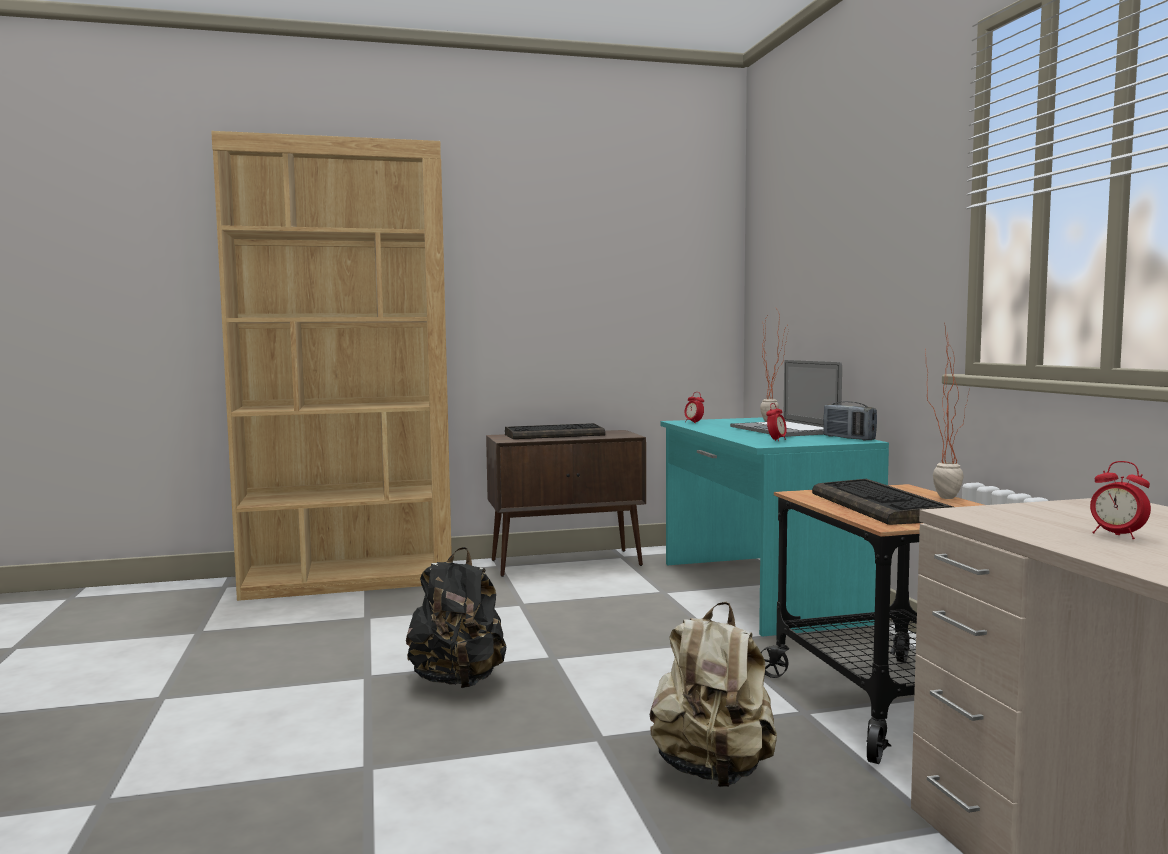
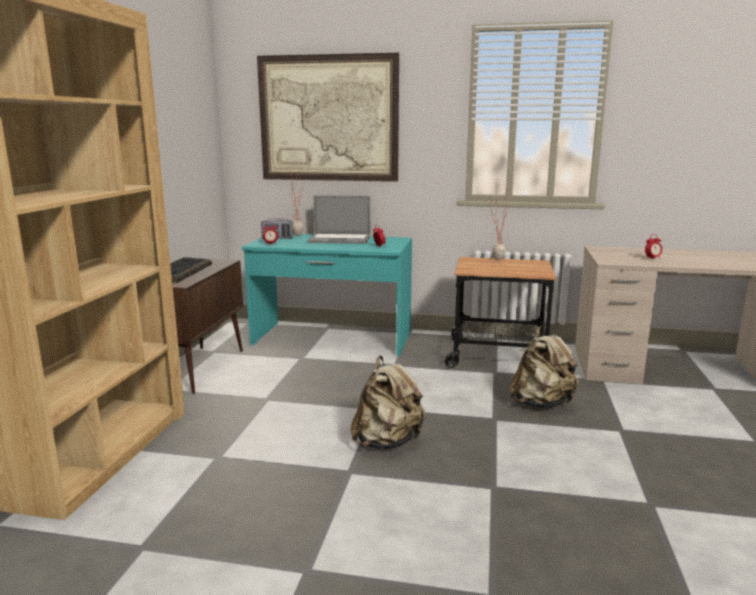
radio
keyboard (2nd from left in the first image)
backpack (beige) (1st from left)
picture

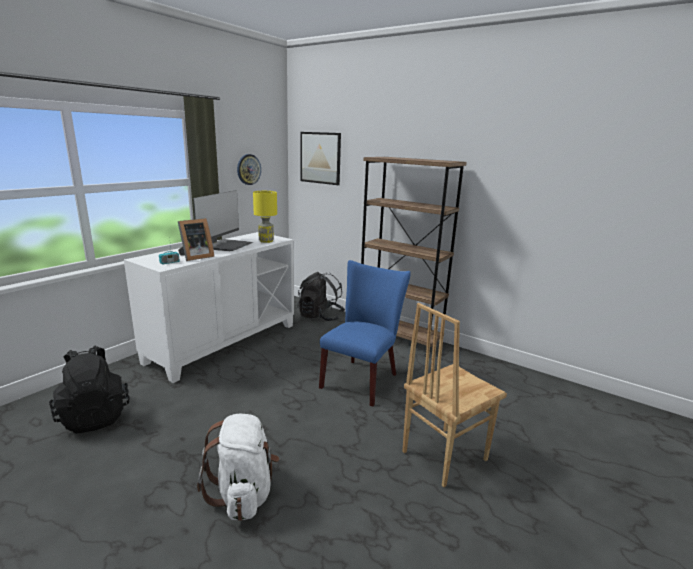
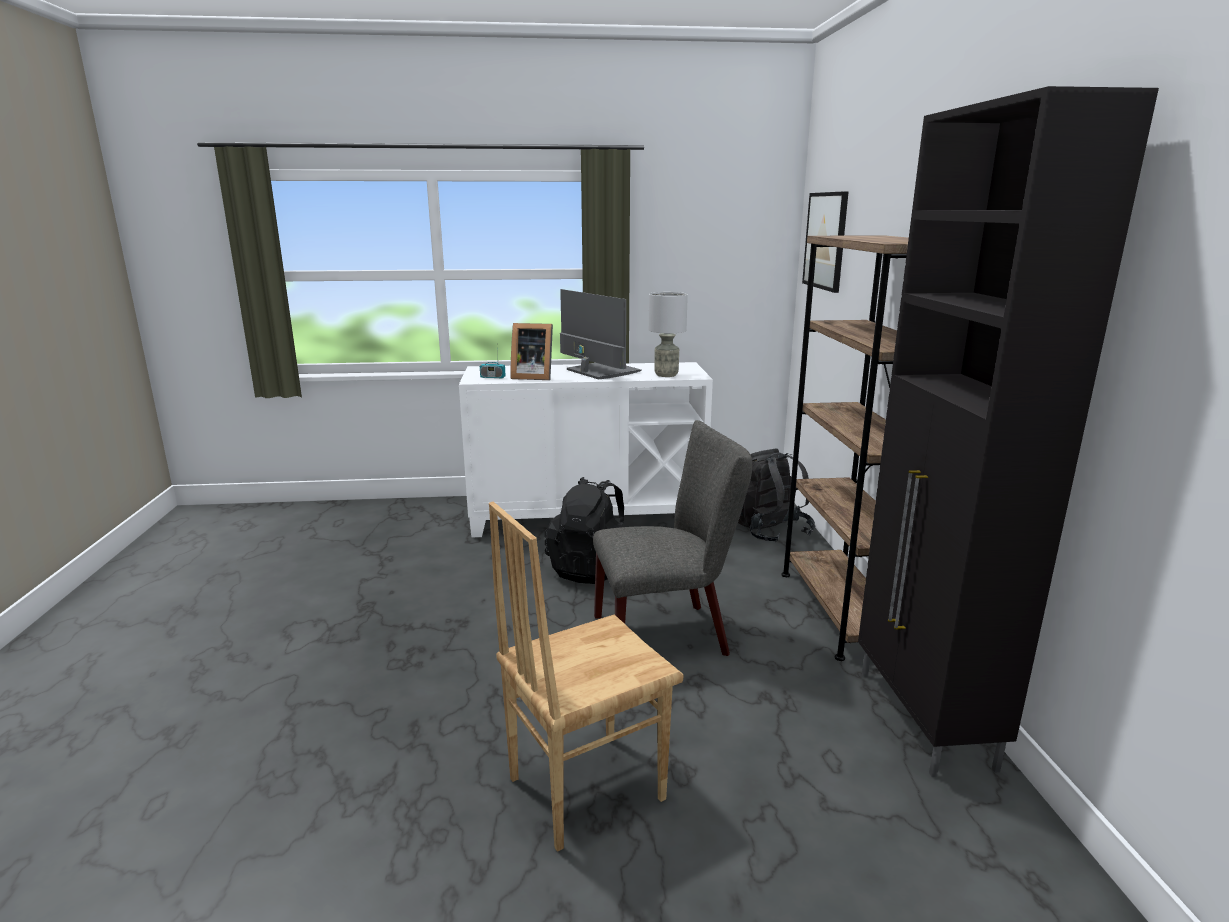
wall clock
monitor
table lamp (grey)
chair (grey)
chair (brown)
backpack (black) (1st from left)
backpack (white)
cabinet (black)

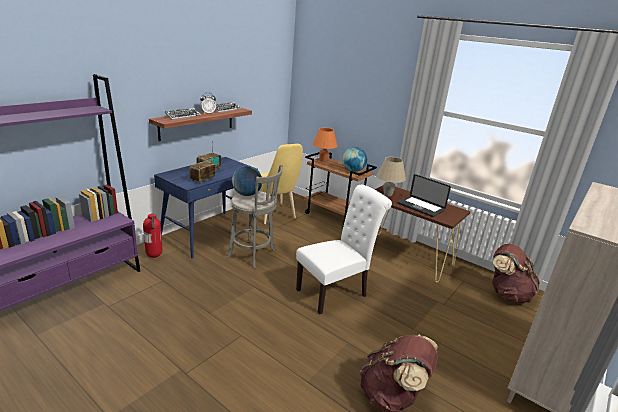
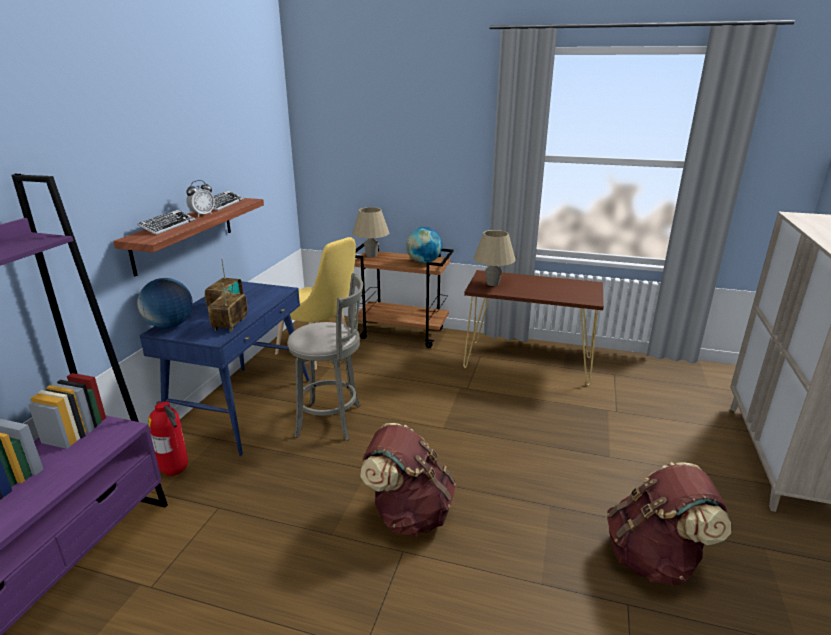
table lamp (beige) (1st from left)
globe (1st from left)
laptop
chair (white)
backpack (brown) (1st from left)

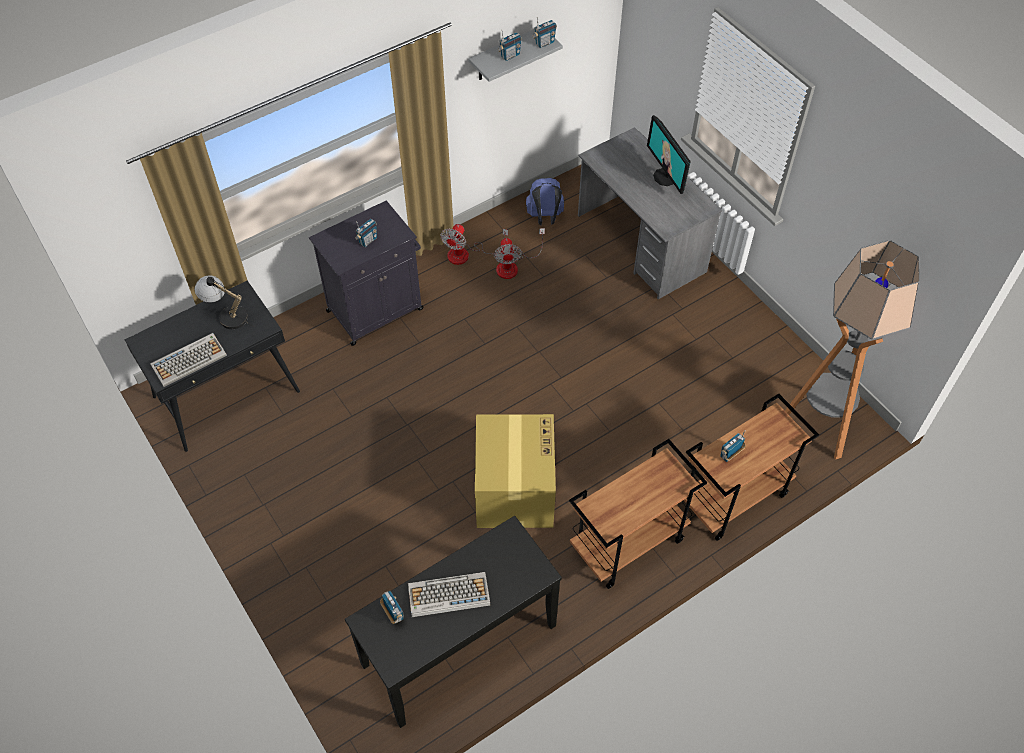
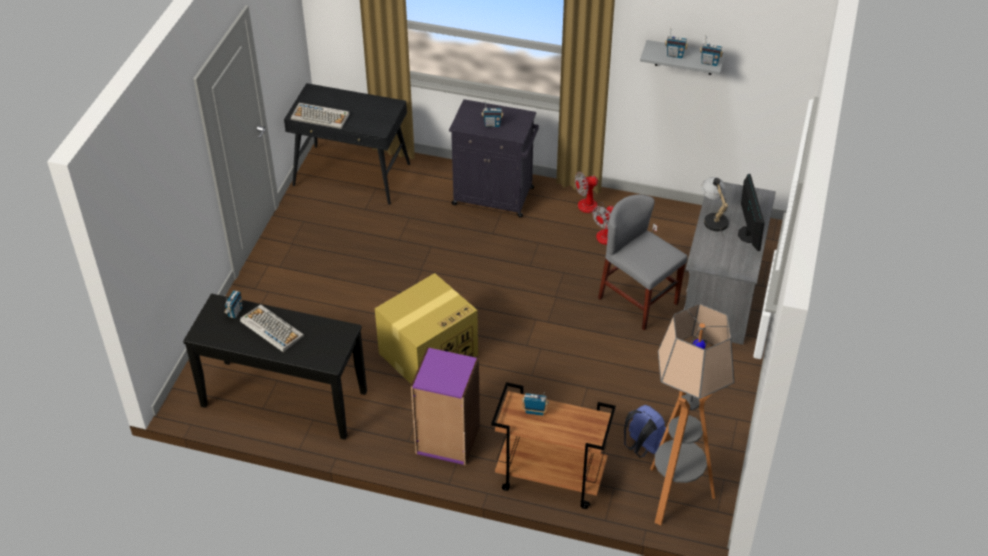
monitor
backpack (blue)
table lamp
bookcase (purple)
chair (grey)

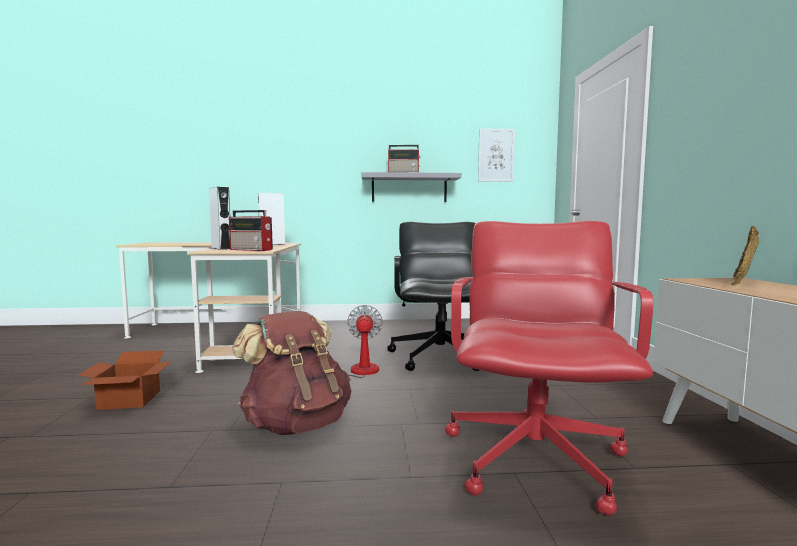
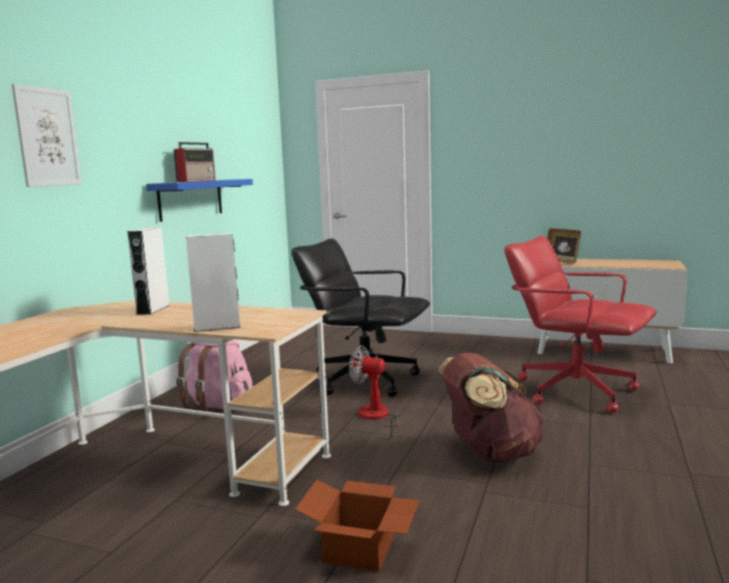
picture
shelf (blue)
radio (1st from left in the first image)
backpack (pink)

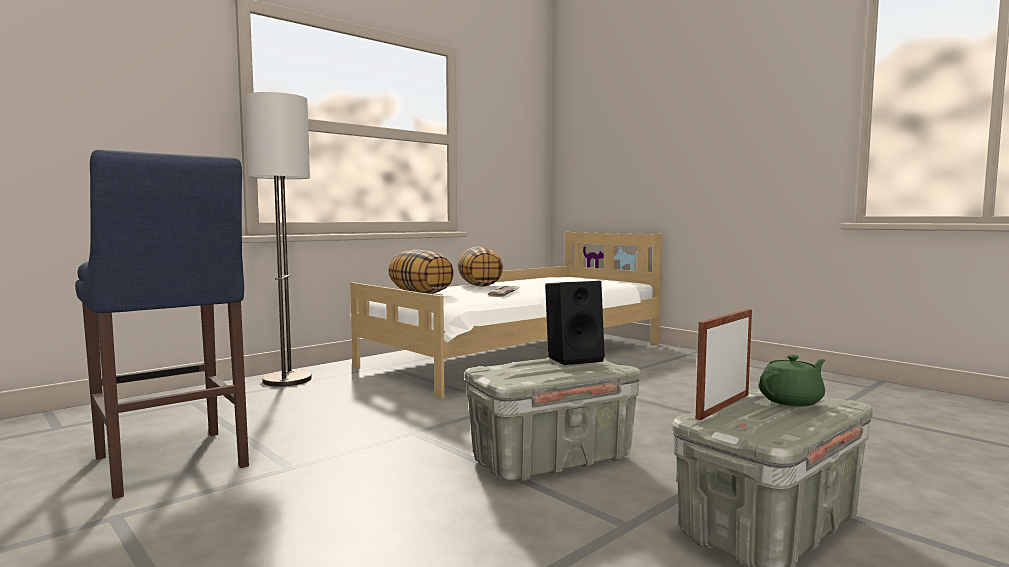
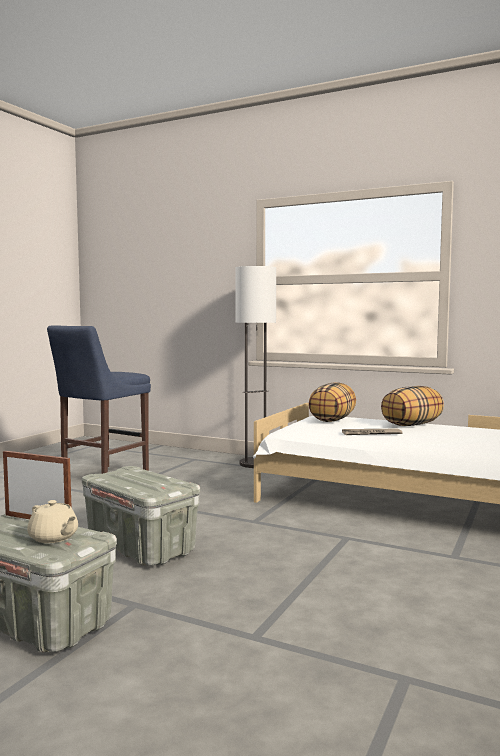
speaker (black)
teapot (beige)

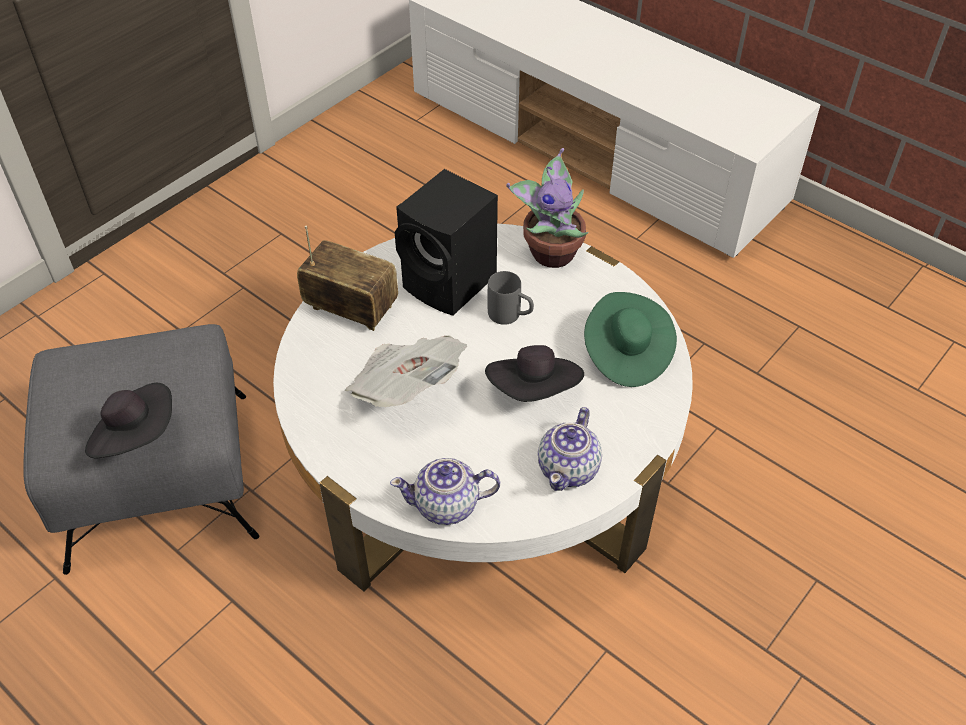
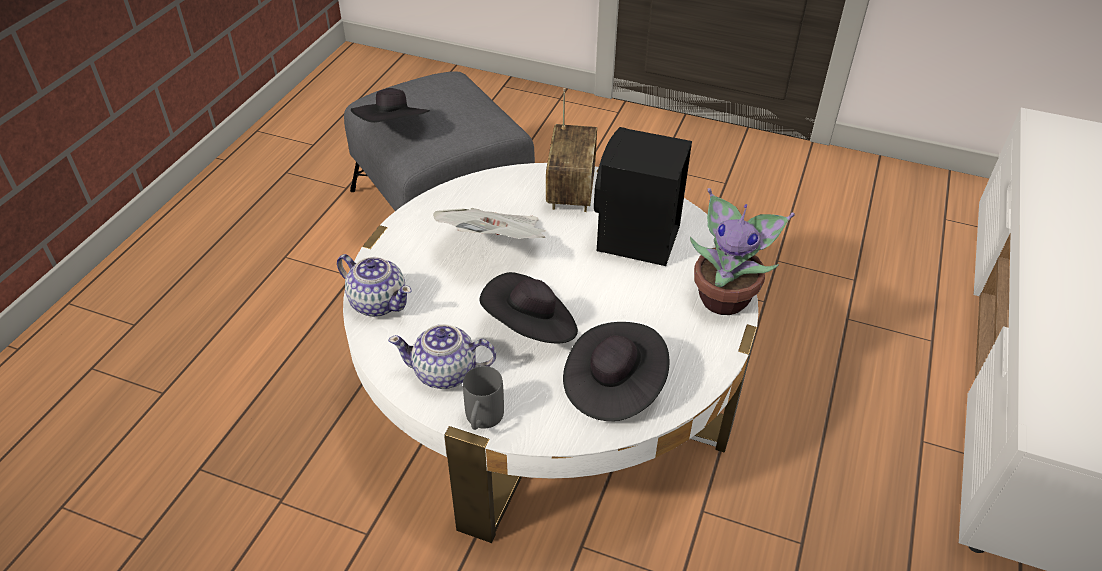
mug (grey)
hat (black) (3rd from left)
teapot (1st from left)

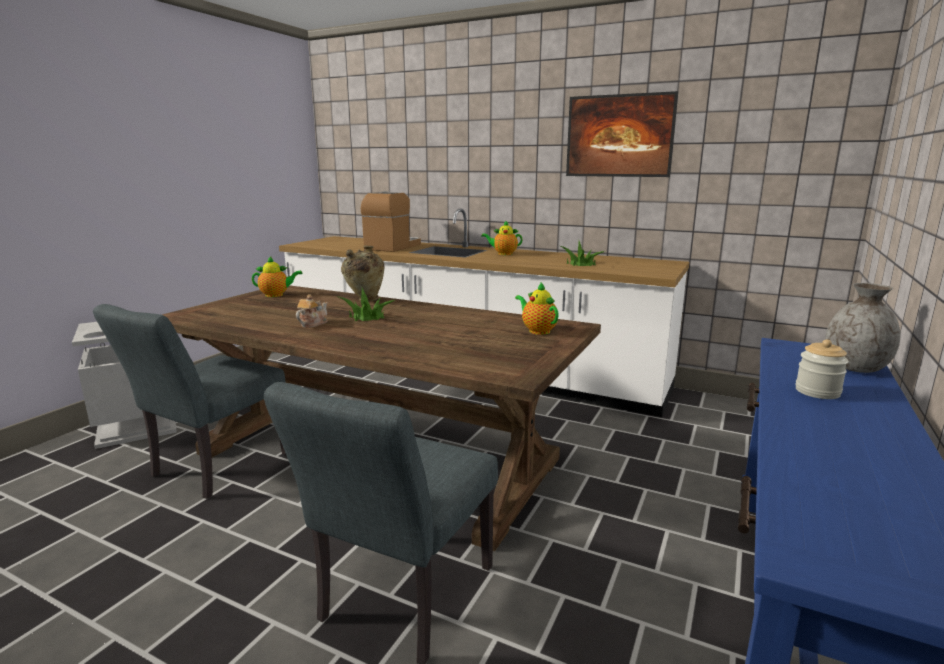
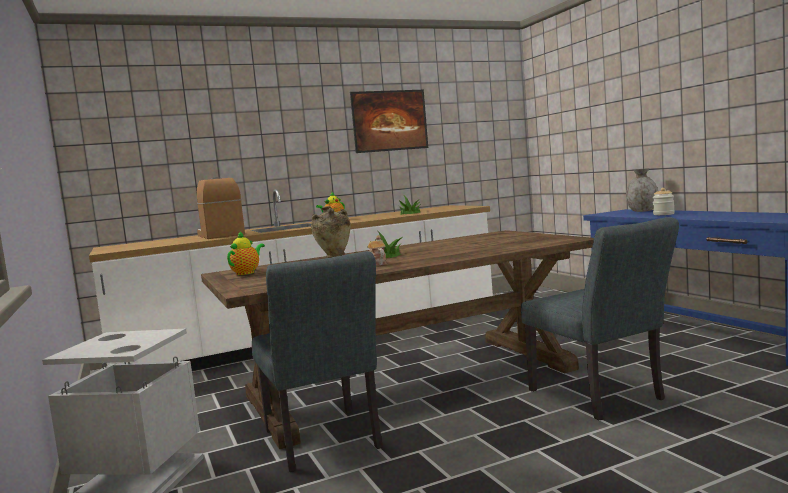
teapot (4th from left in the first image)

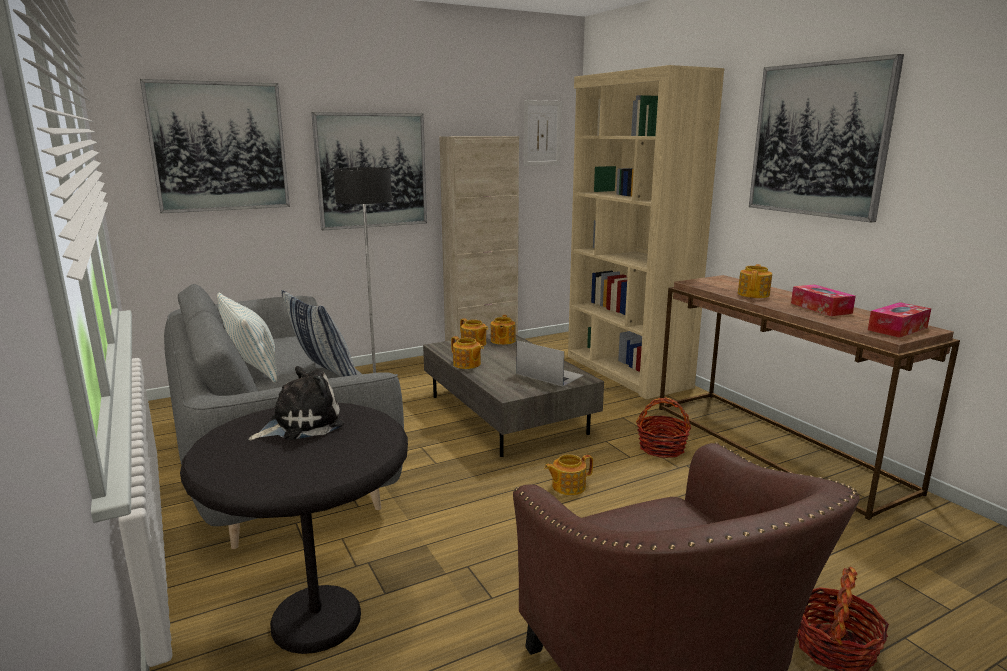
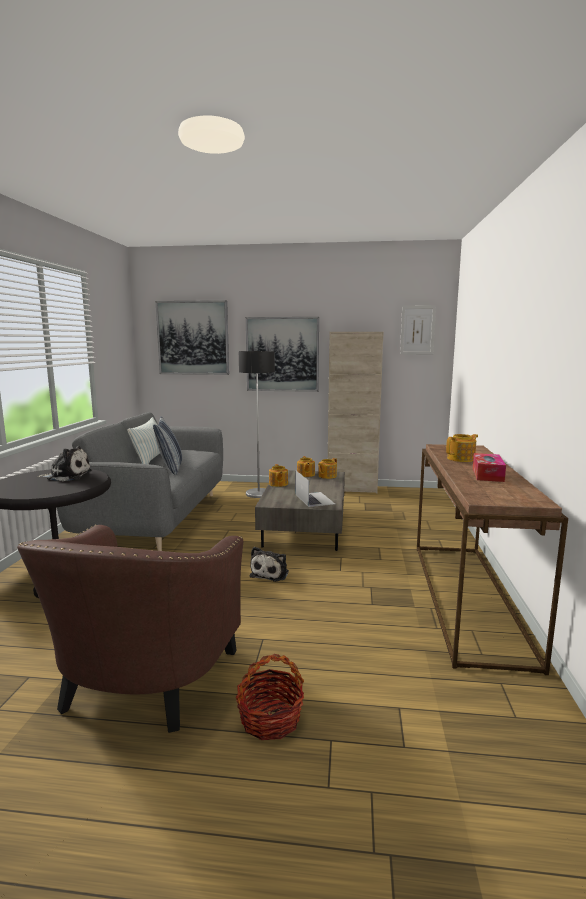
picture (4th from left in the first image)
bookcase (beige)
tissue box (2nd from left in the first image)
basket (1st from left in the first image)
plush toy (2nd from left)

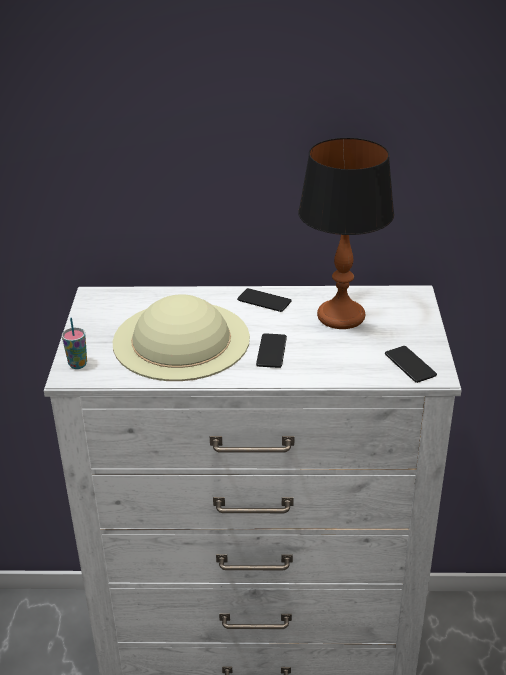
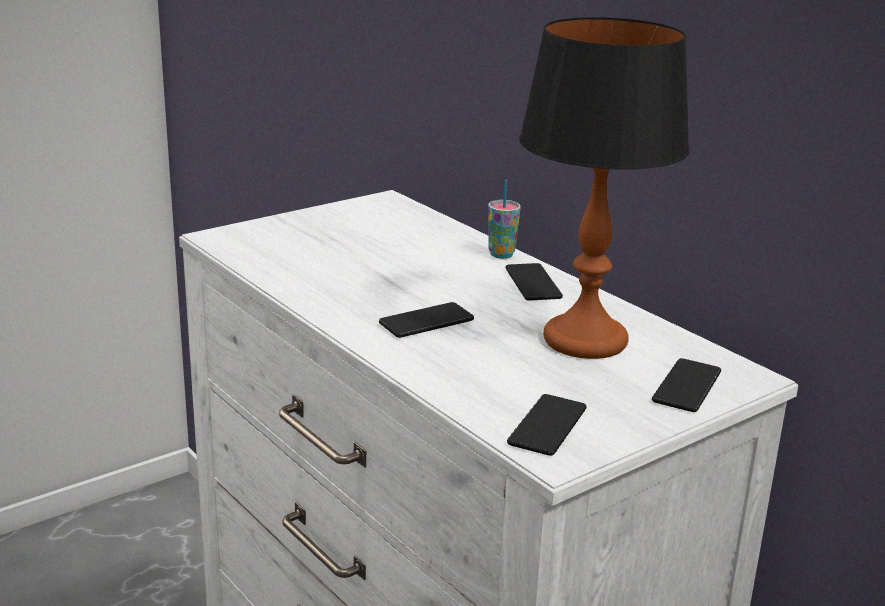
hat (beige)
cup
phone (4th from left)

